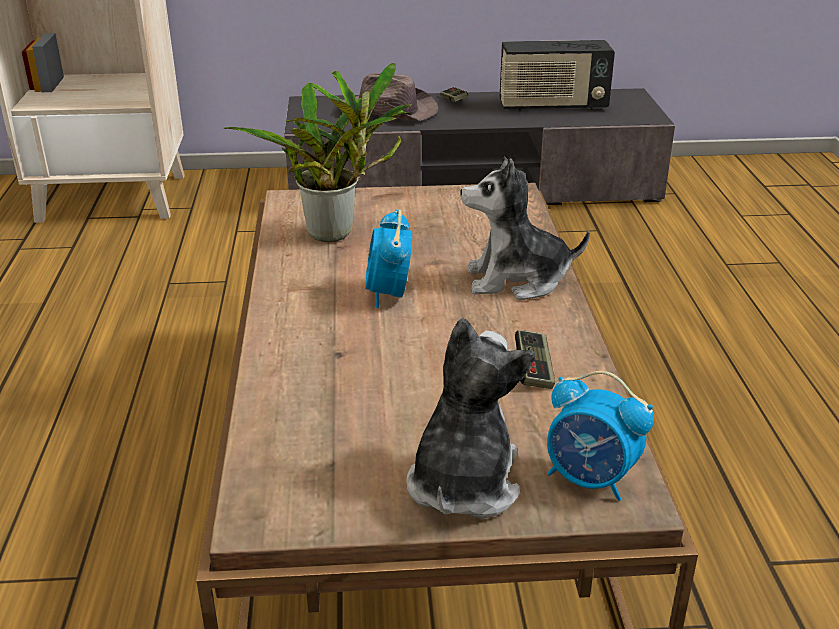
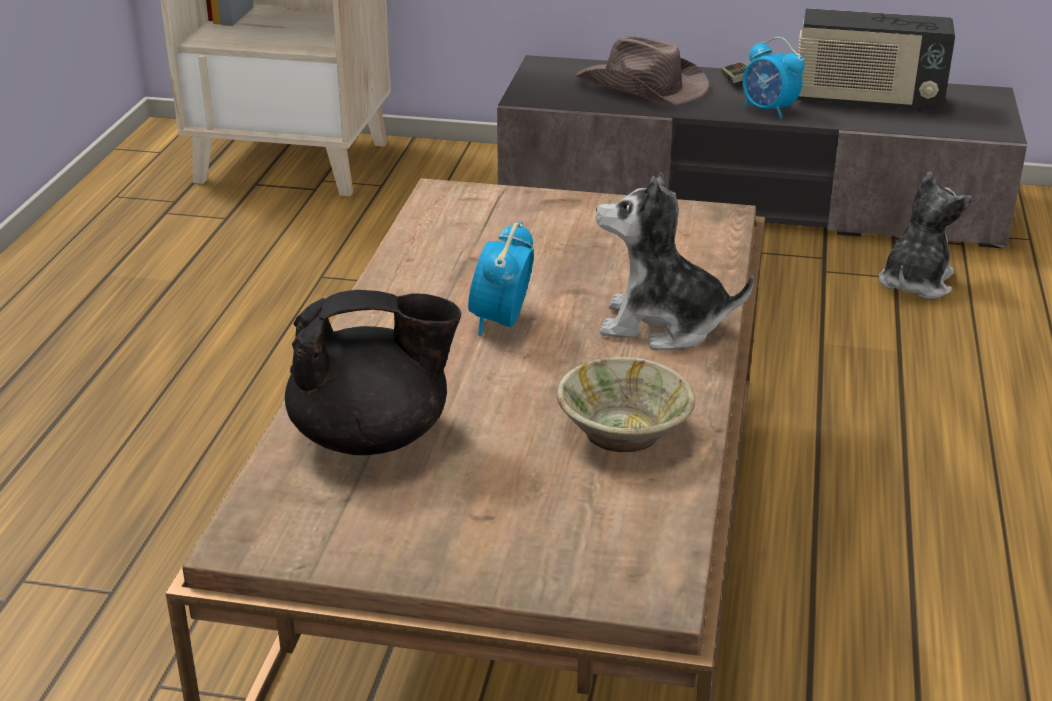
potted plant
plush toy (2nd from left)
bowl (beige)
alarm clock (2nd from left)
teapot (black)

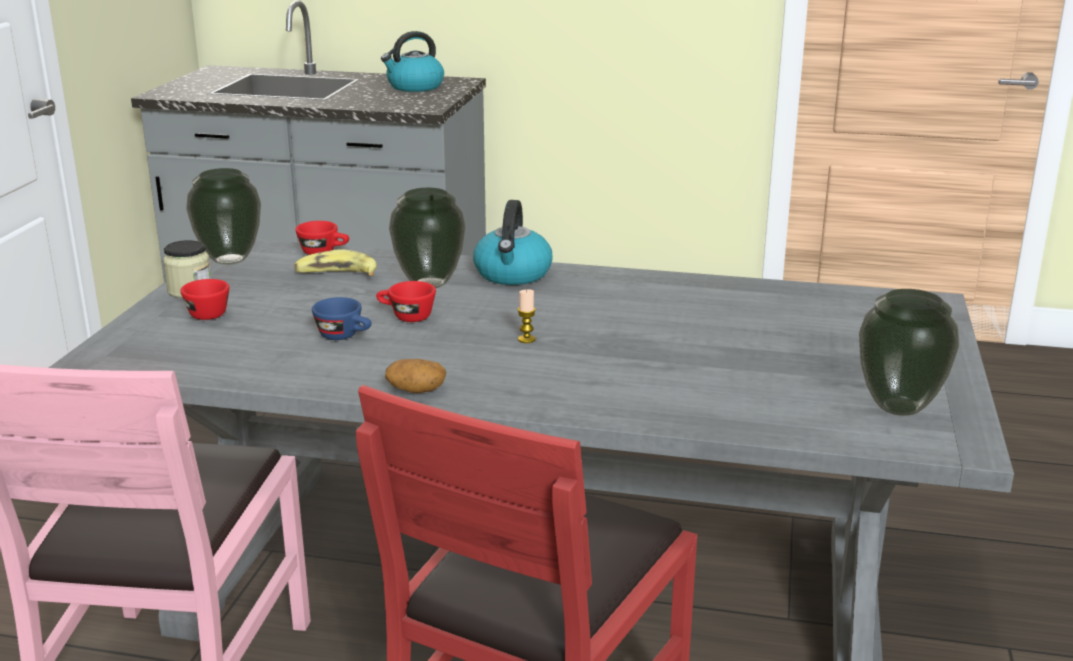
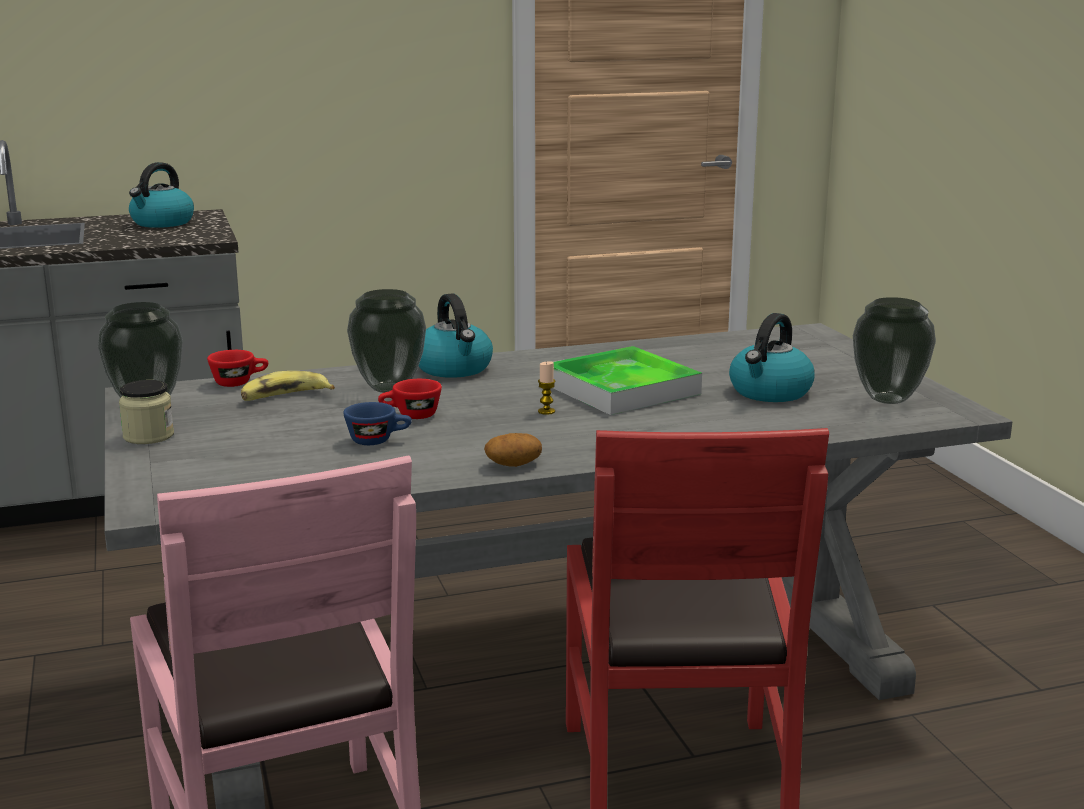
cup (red) (1st from left in the first image)
kettle (3rd from left)
tray

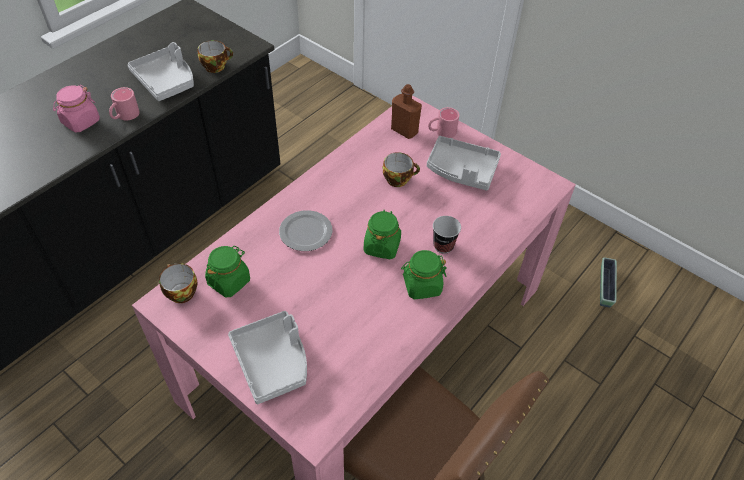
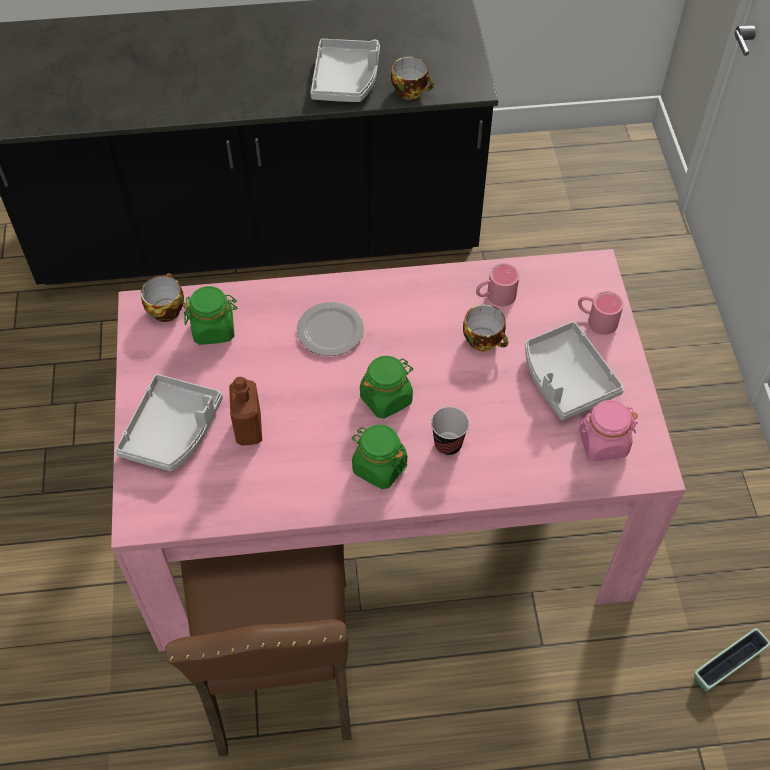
bottle (brown)
jar (pink)
mug (pink) (1st from left)

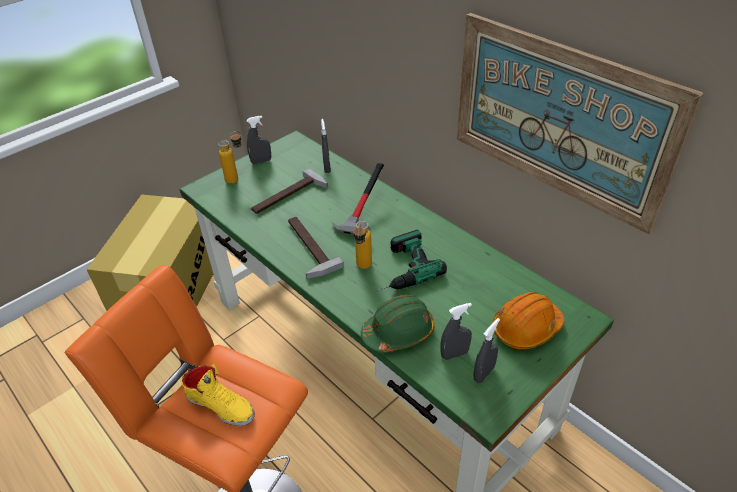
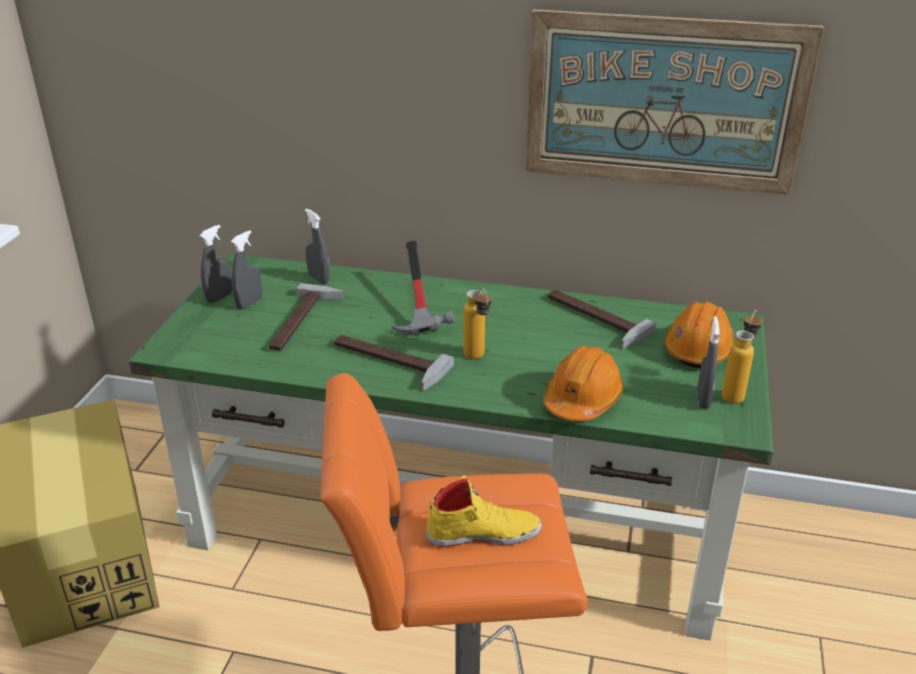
bottle (2nd from left)
power drill
hard hat (orange) (1st from left)
spray bottle (grey) (2nd from left)
hammer (4th from left)

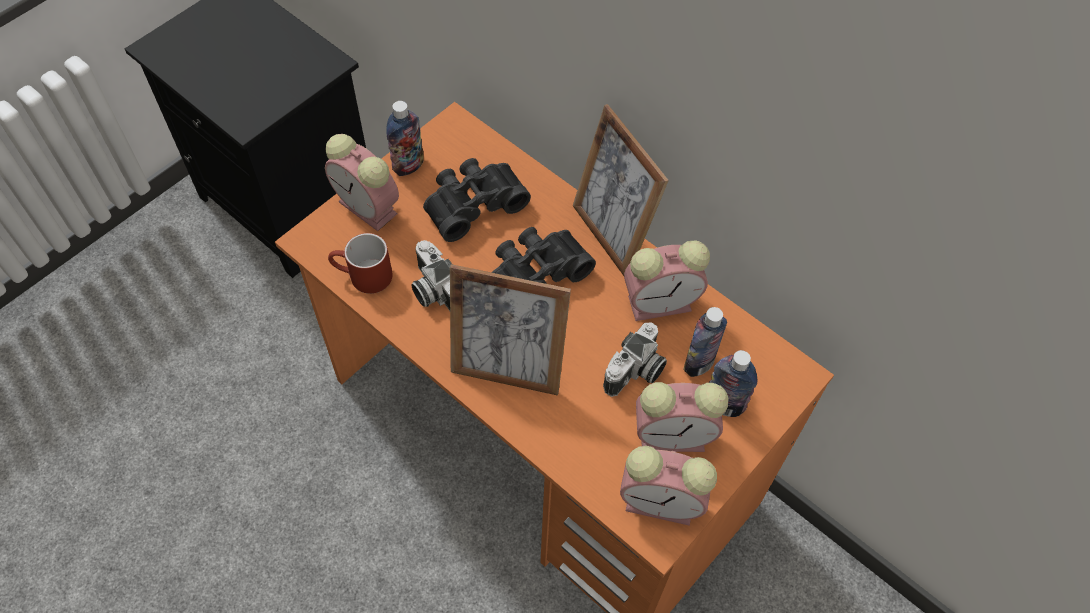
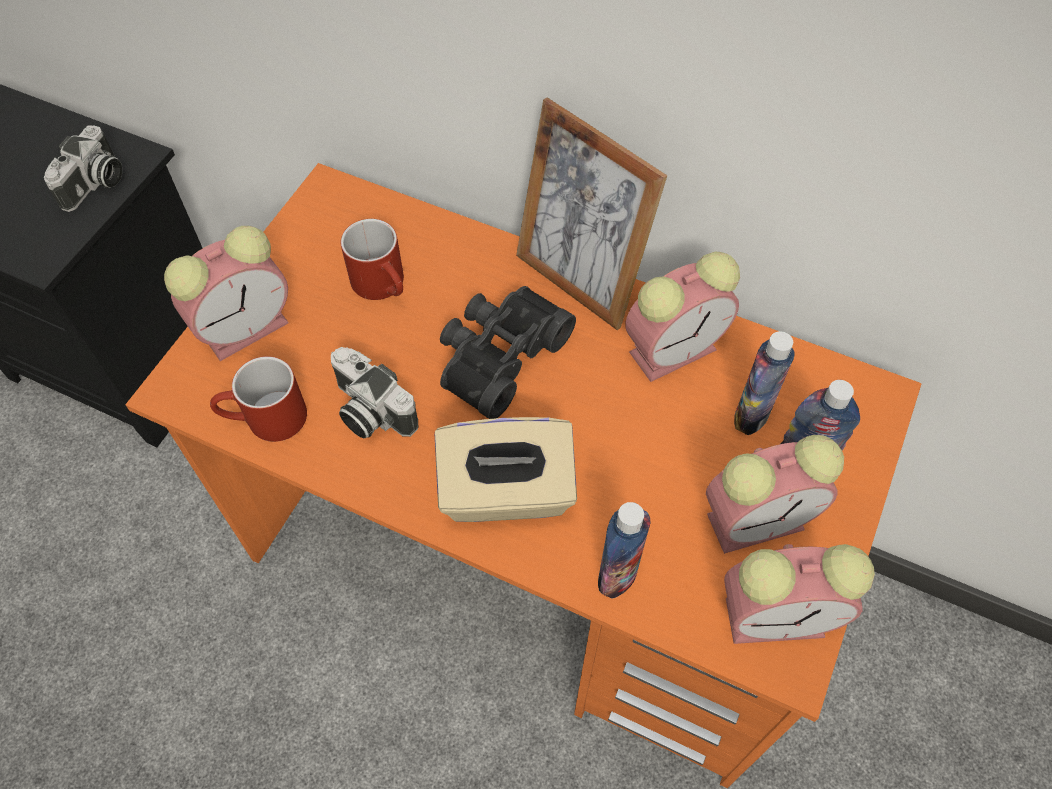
bottle (1st from left)
alarm clock (1st from left)
mug (red) (2nd from left)
tissue box (beige)
photo camera (1st from left)

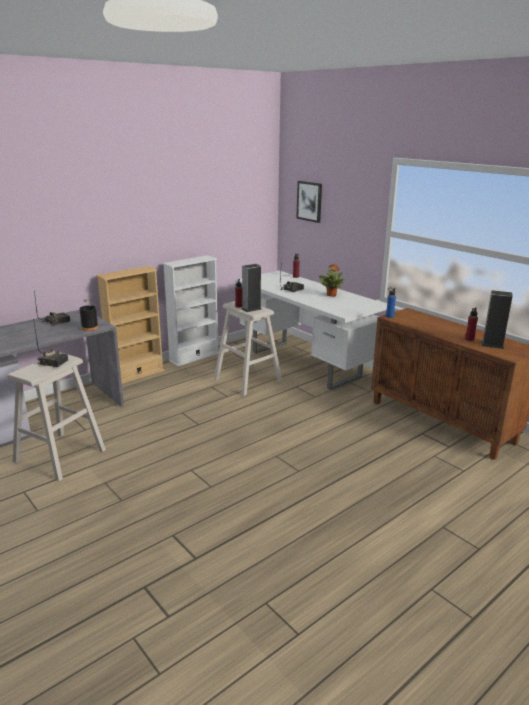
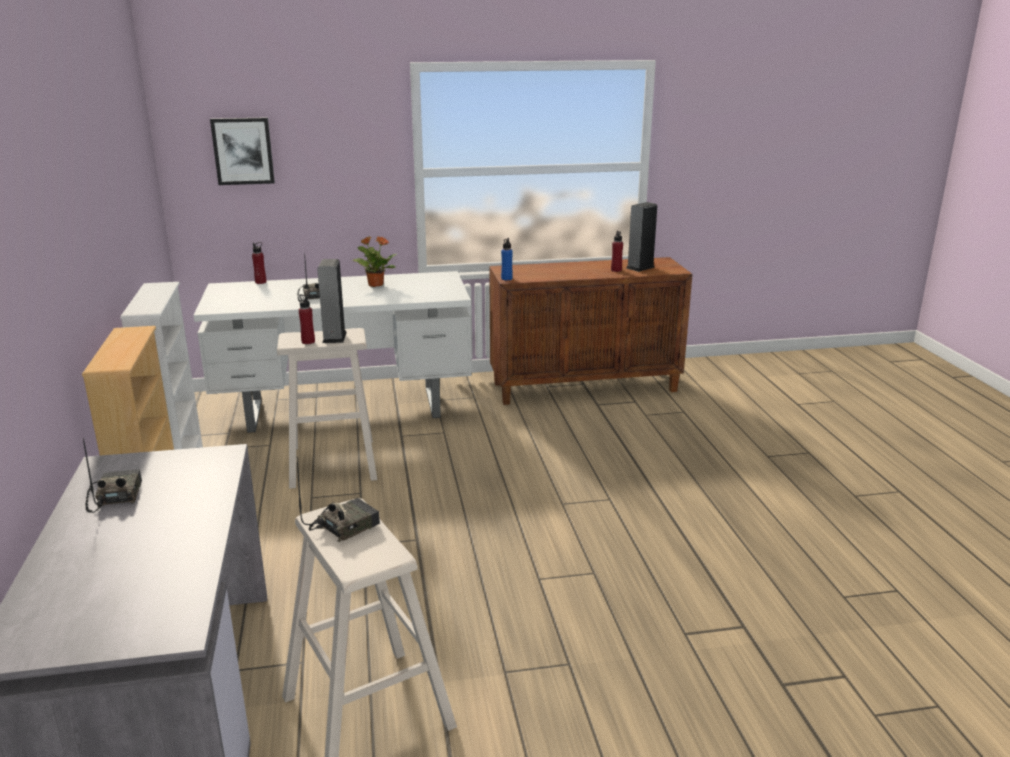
bottle (black)

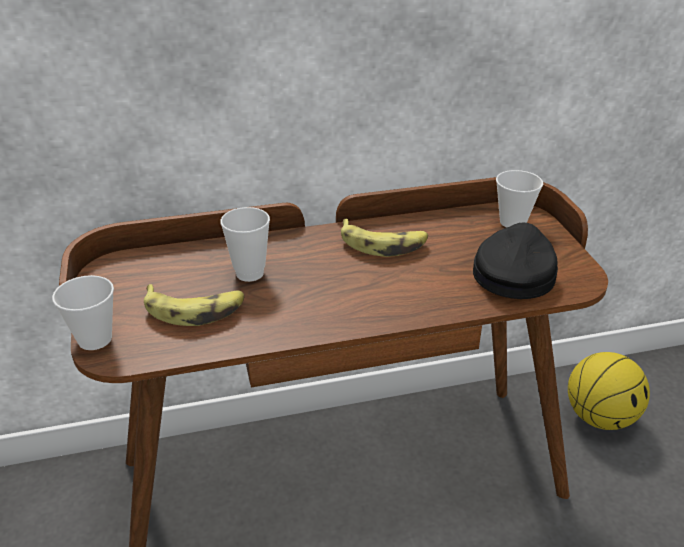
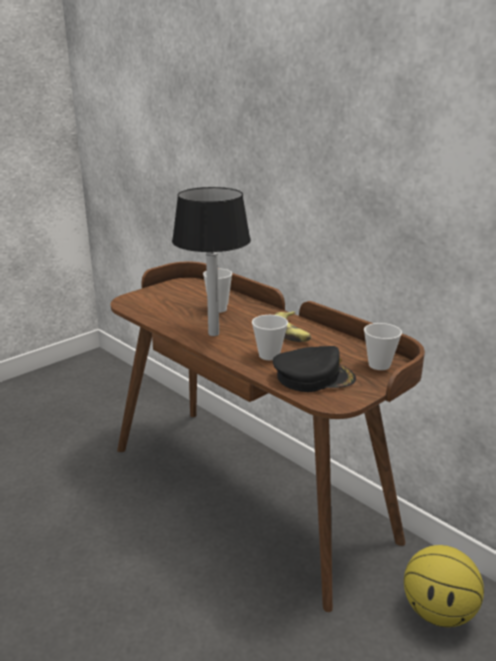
cup (2nd from left)
banana (1st from left in the first image)
table lamp

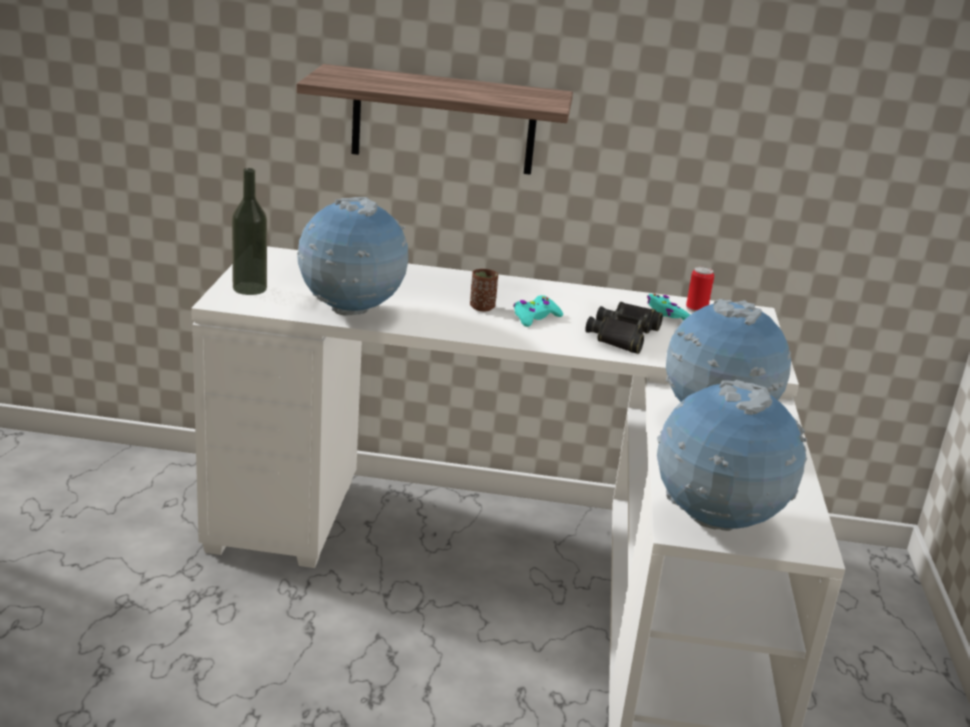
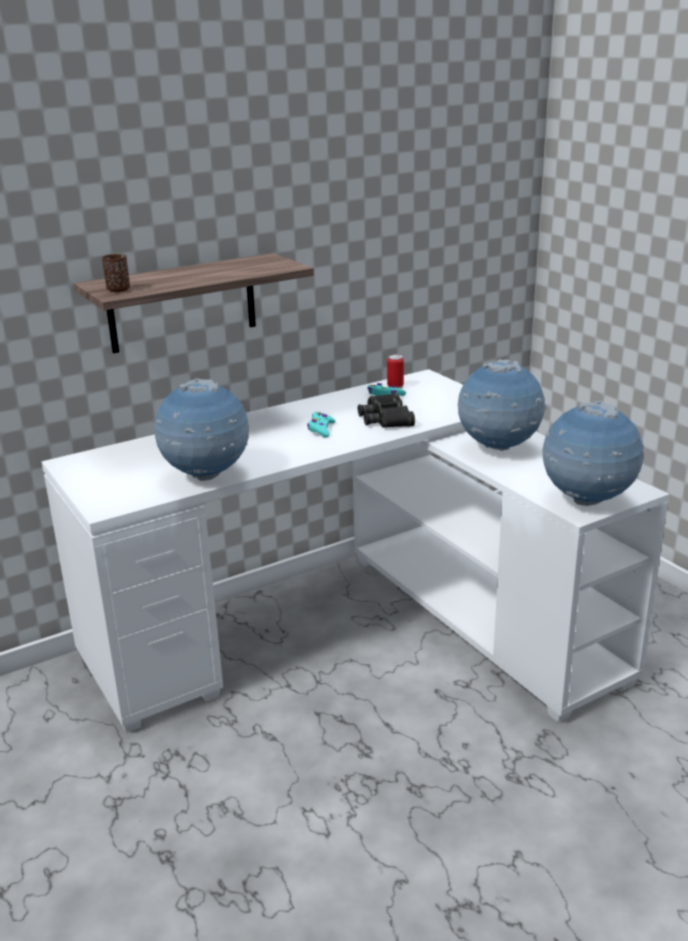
bottle
cup (brown)

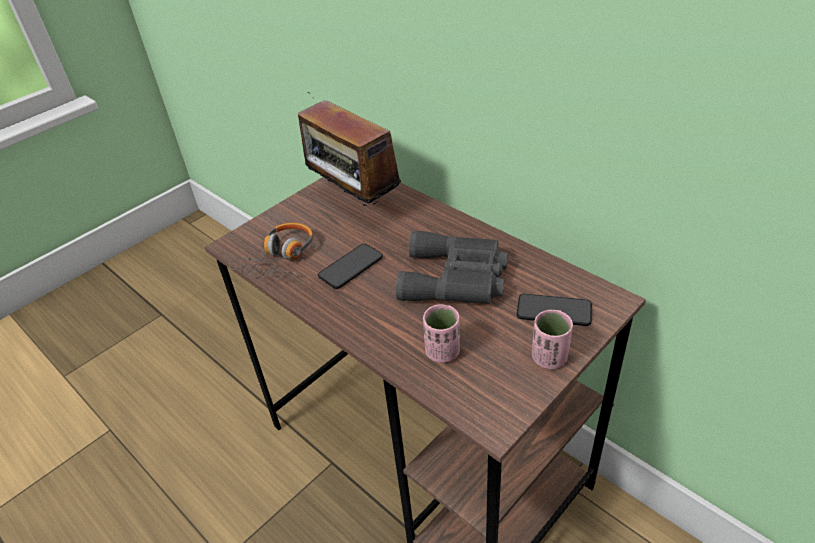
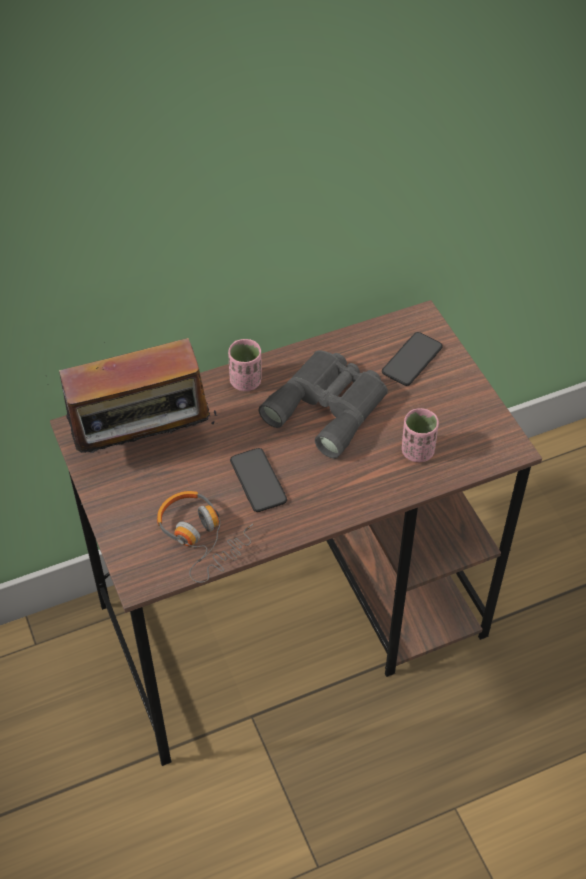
cup (pink) (1st from left)

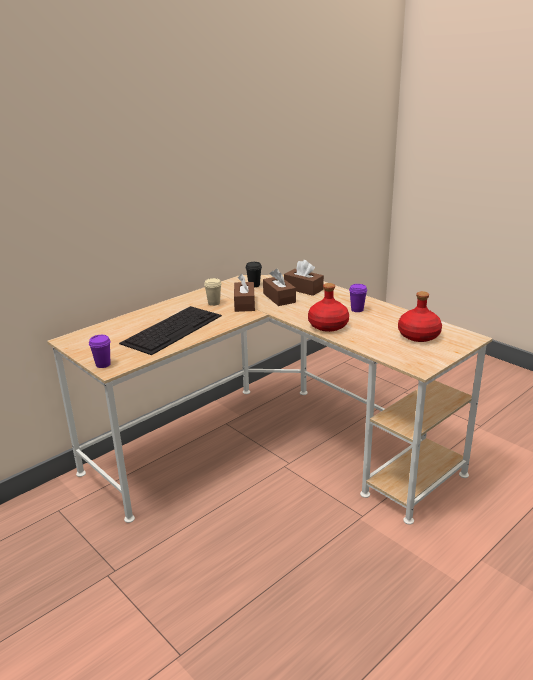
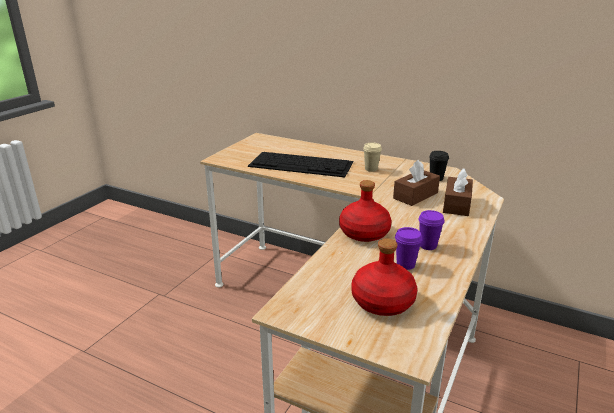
tissue box (brown) (1st from left in the first image)
cup (purple) (1st from left)

